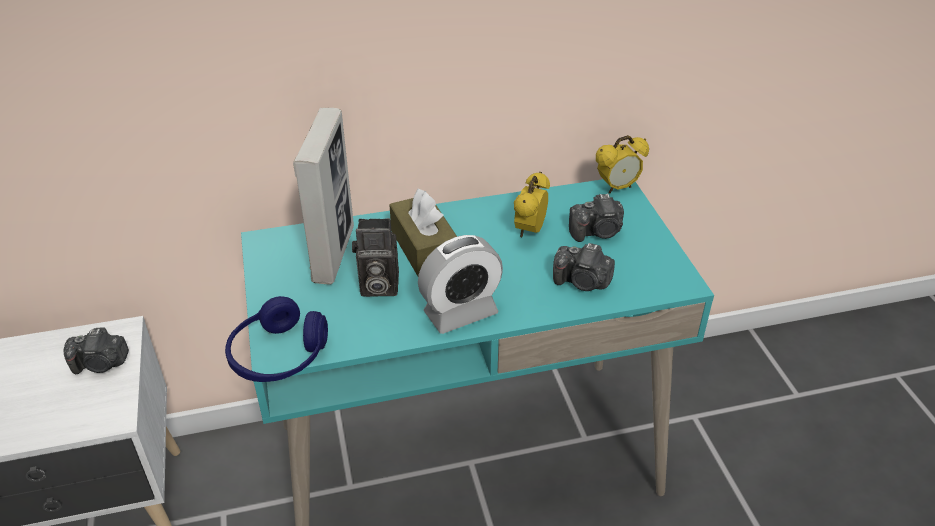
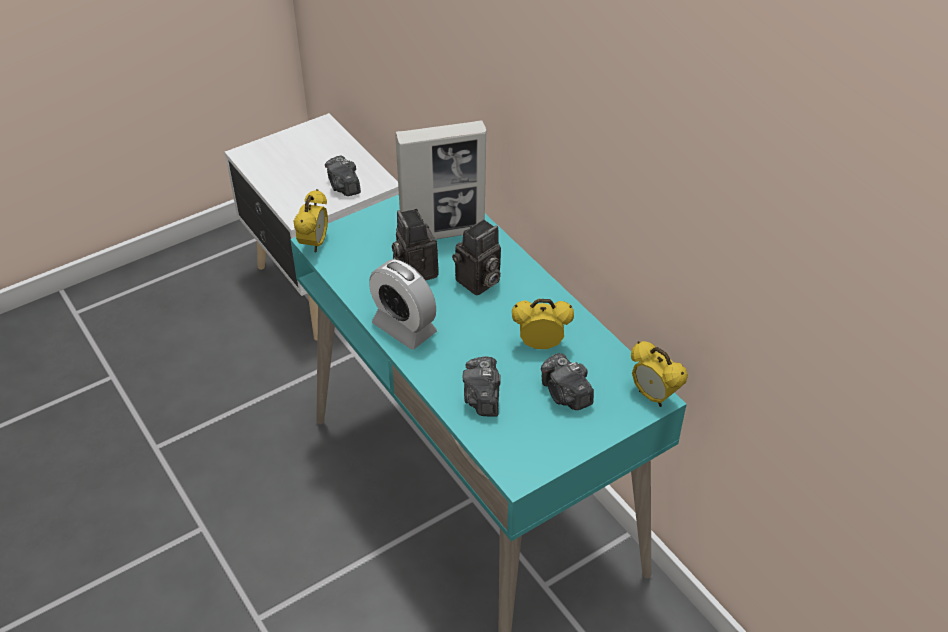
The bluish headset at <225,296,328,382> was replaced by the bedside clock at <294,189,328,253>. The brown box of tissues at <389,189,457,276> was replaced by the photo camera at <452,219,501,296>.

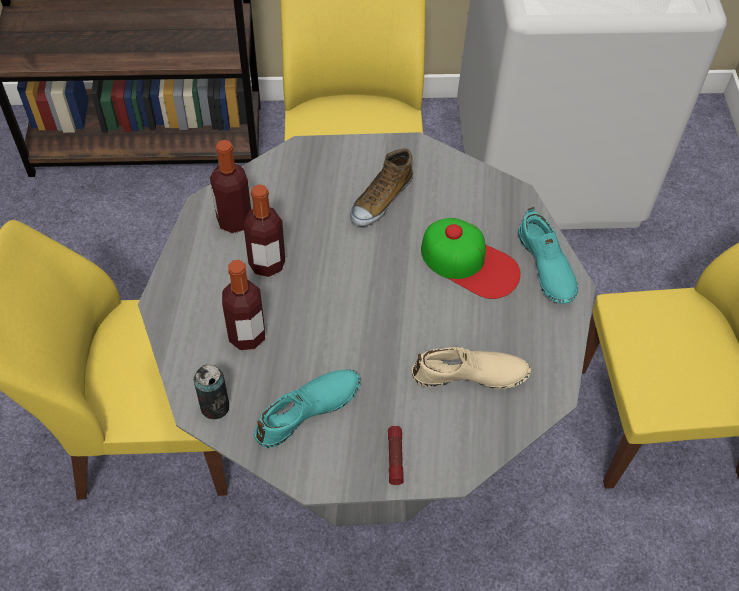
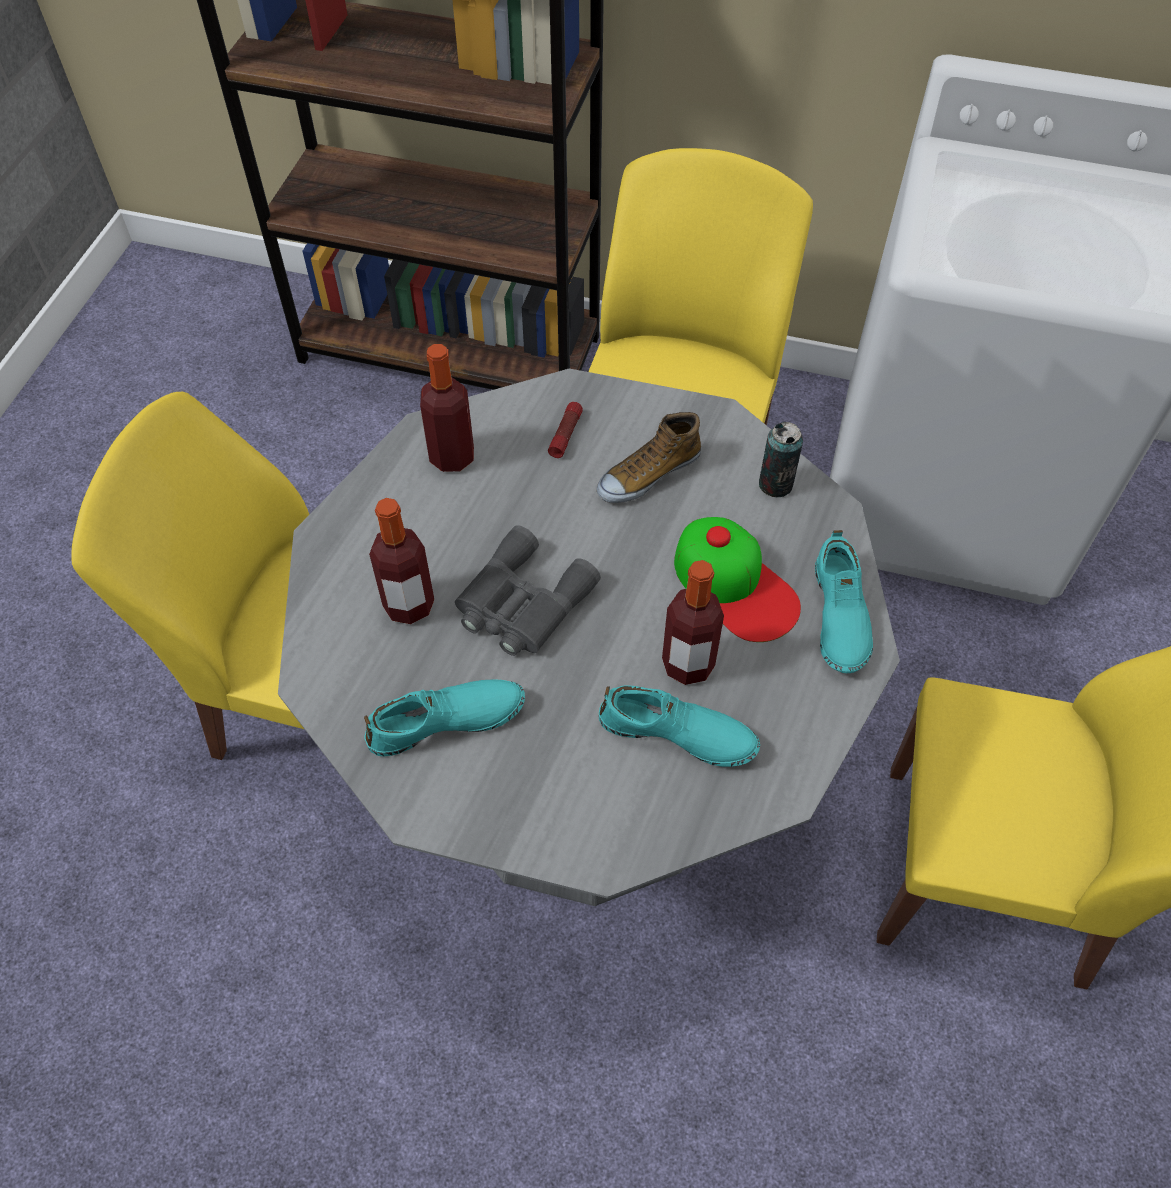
The grey binoculars at <455,525,601,656> appeared. The torch moved from <388,426,404,485> to <548,402,583,458>. The beige shoe at <412,347,531,389> became the turquoise-coloured shoe at <599,685,760,767>. The beverage bottle moved from <243,184,285,277> to <662,560,724,685>. The can moved from <194,364,229,419> to <759,422,803,497>.

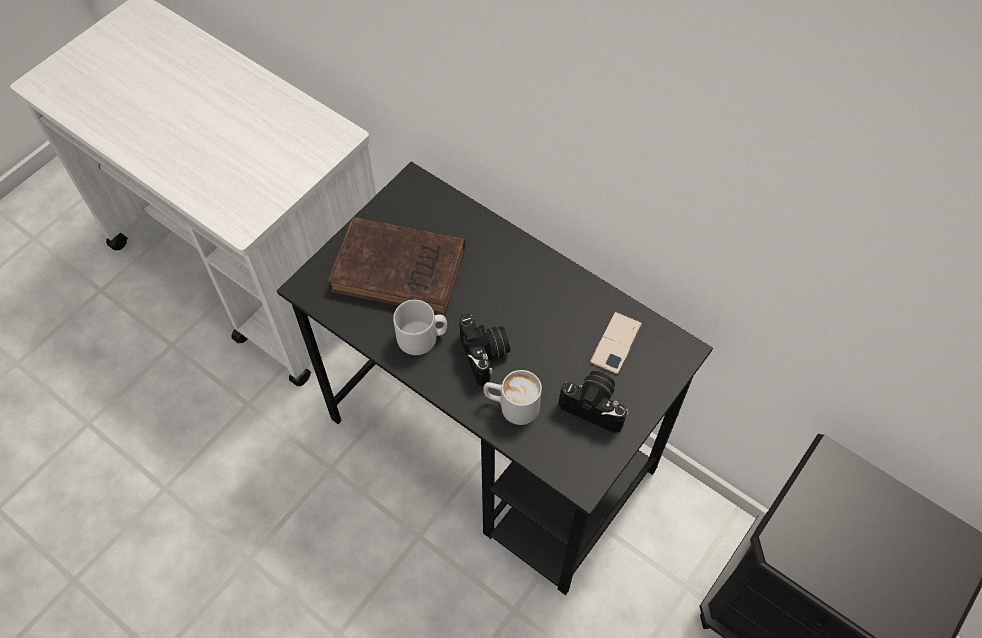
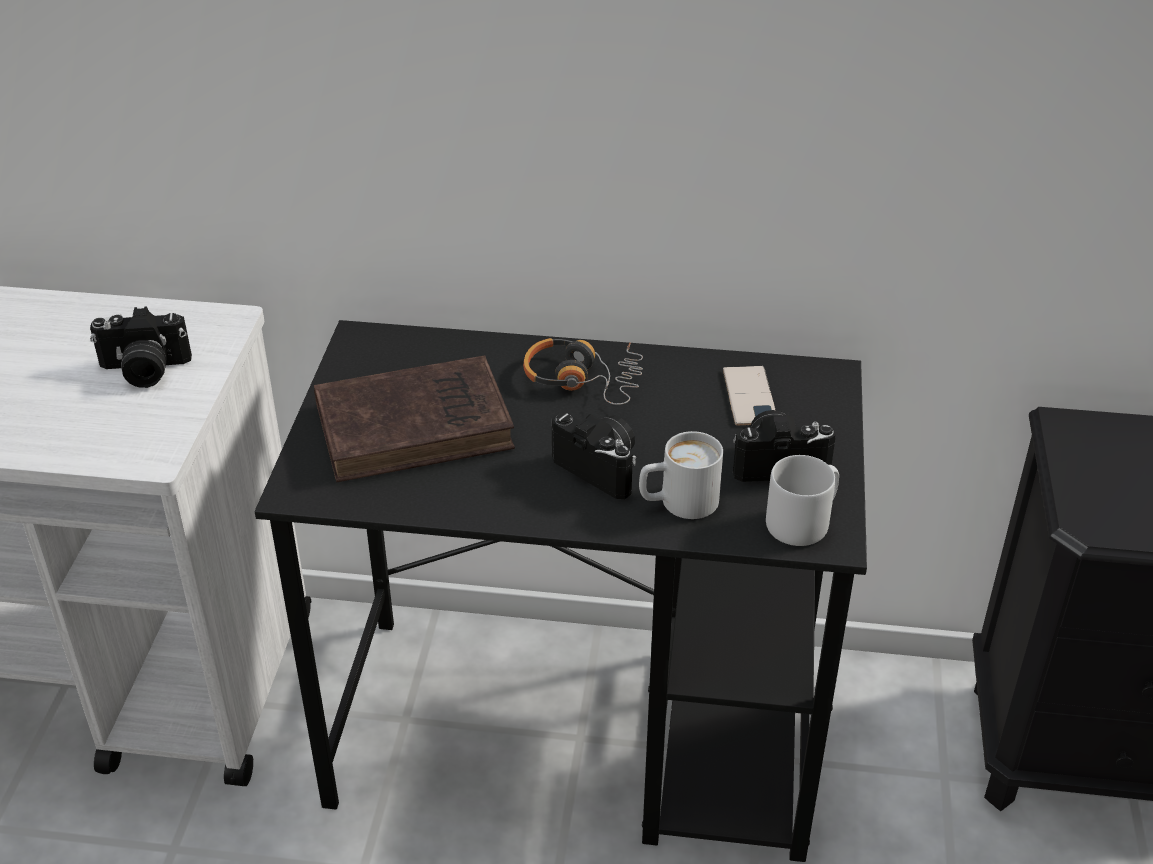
The photo camera at <90,307,192,388> appeared. The headset at <523,338,643,405> appeared. The grey coffee mug moved from <393,300,447,355> to <766,455,839,546>.

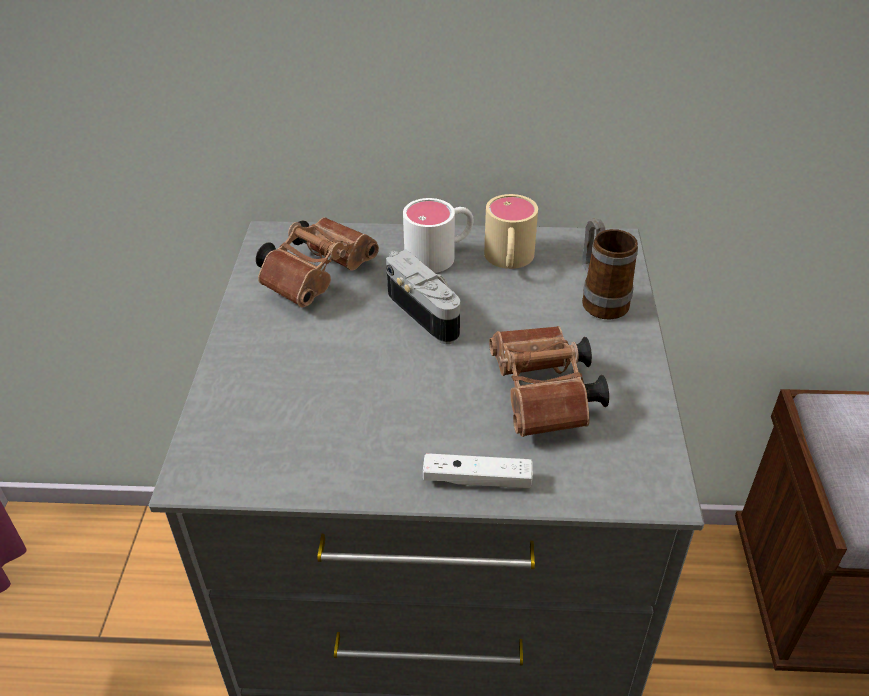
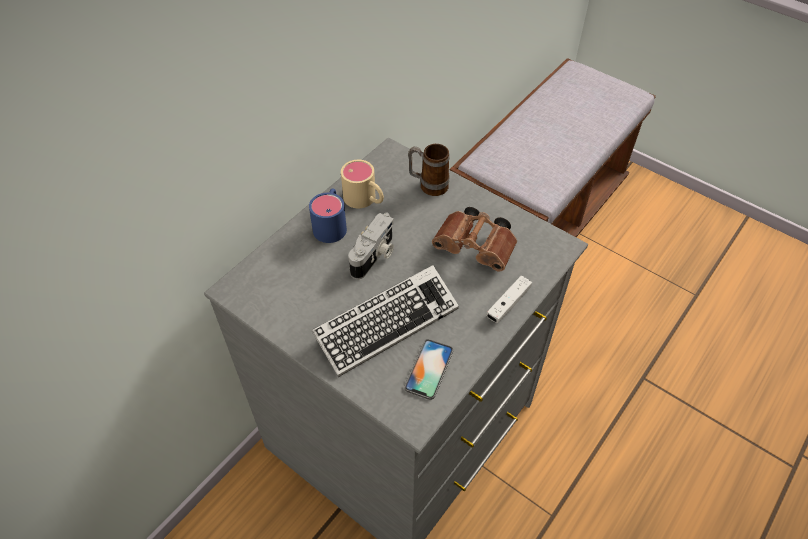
The white-coloured coffee mug at <403,198,474,273> became the bluish coffee mug at <309,188,347,243>. The PC keyboard at <312,265,459,377> appeared. The photo camera at <386,249,460,344> turned 120 degrees clockwise. The phone at <404,339,453,400> appeared. The brown binoculars at <256,217,379,308> disappeared.

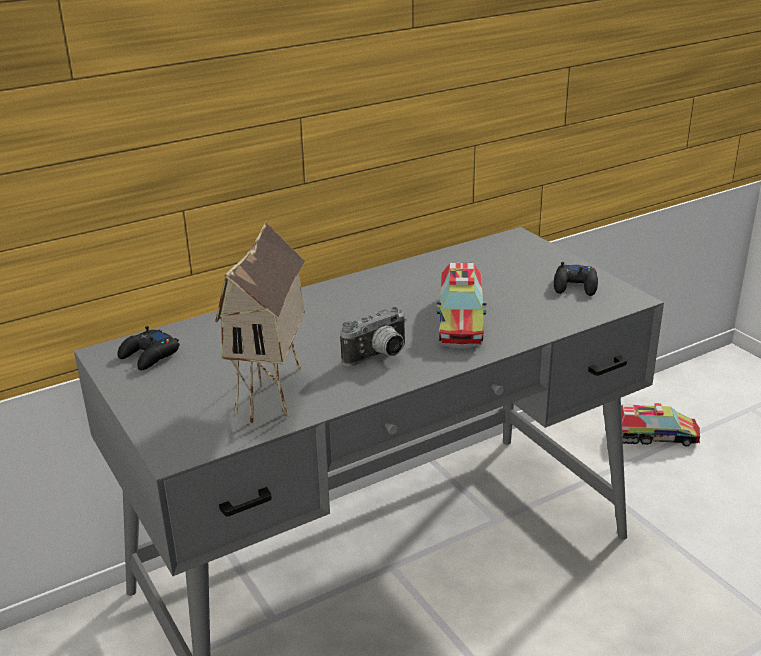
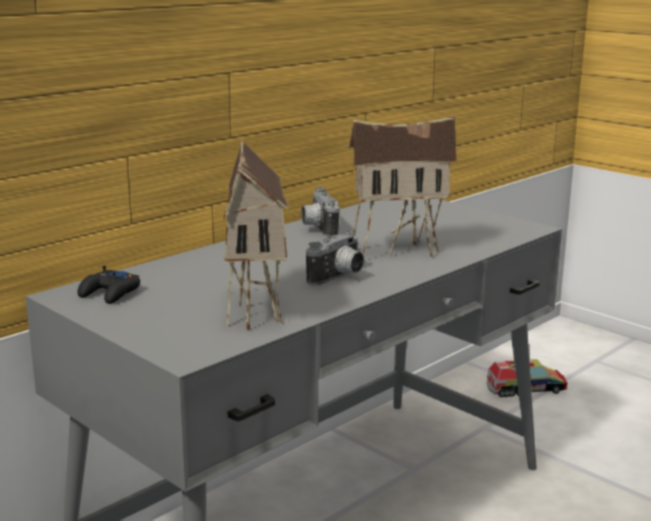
The photo camera at <301,187,340,237> appeared. The model truck at <437,263,487,348> was replaced by the miniature house at <349,116,457,257>. The blackish game controller at <554,262,598,296> disappeared.

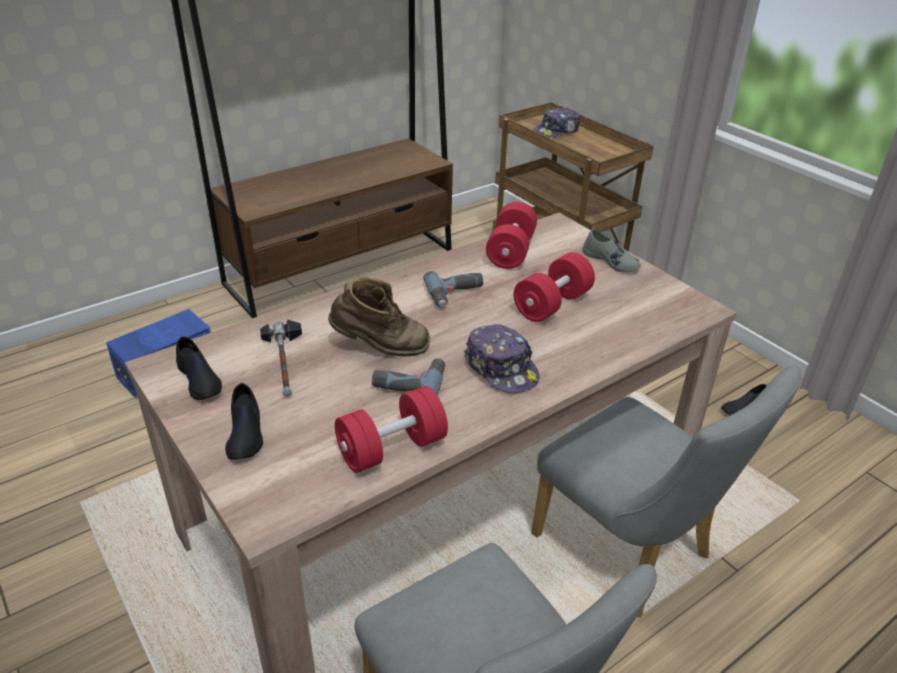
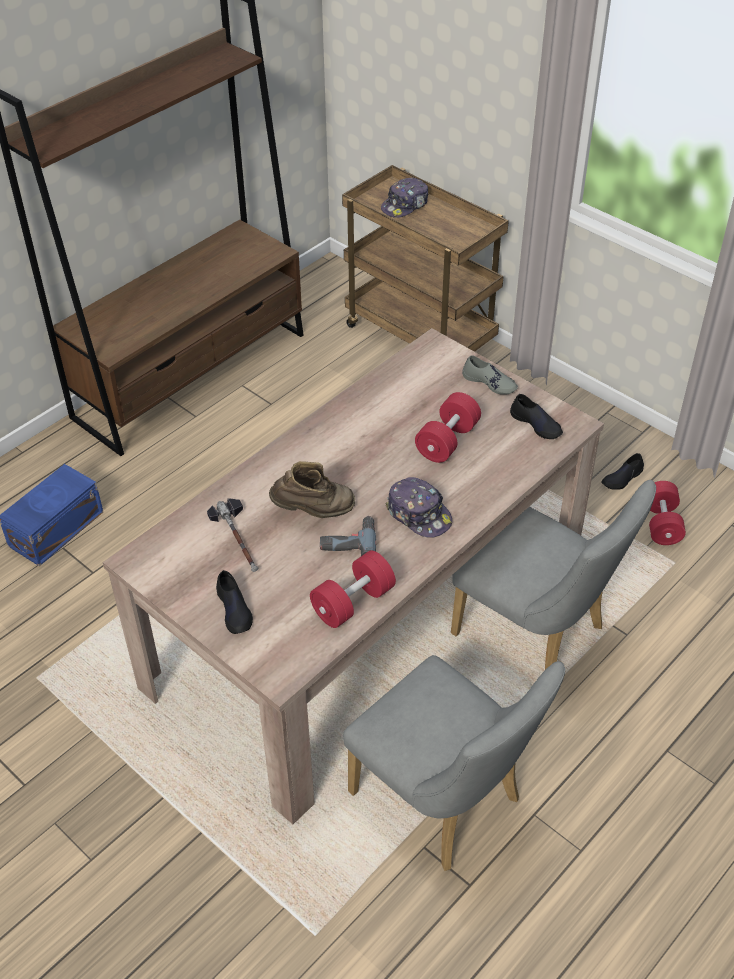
The blackish shoe moved from <176,336,222,400> to <510,394,563,439>. The red-coloured free weight moved from <486,202,537,269> to <649,481,686,545>. The electric drill at <423,271,483,307> disappeared.

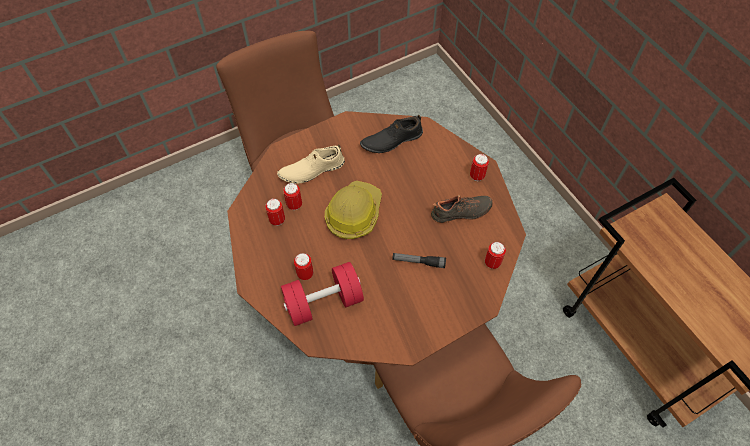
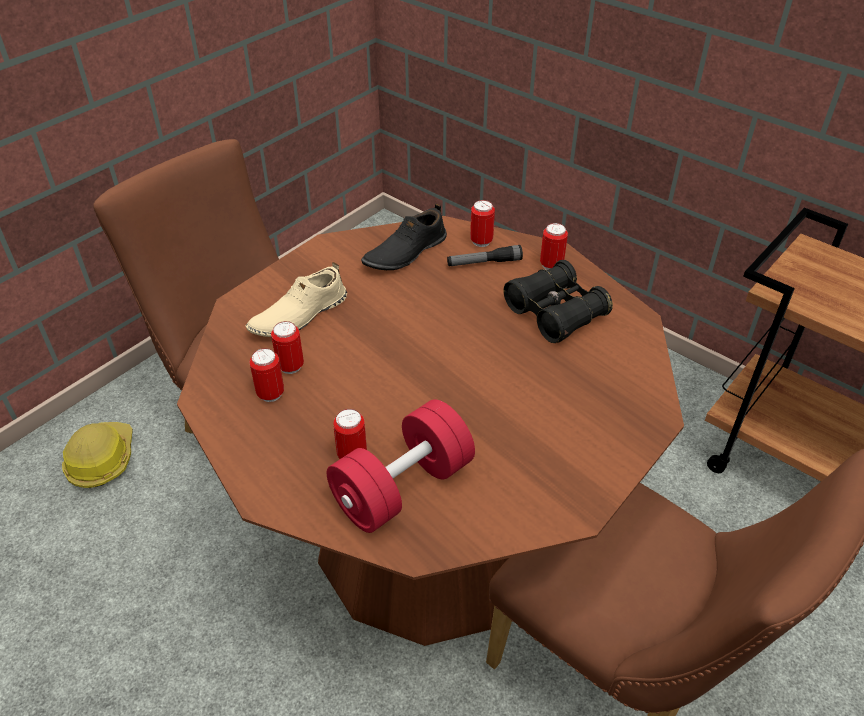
The work helmet moved from <325,181,382,239> to <62,422,133,488>. The torch moved from <392,253,446,268> to <447,245,523,266>. The can moved from <485,242,506,269> to <470,200,495,247>. The blackish shoe at <431,195,493,223> was replaced by the blackish binoculars at <503,260,613,343>.

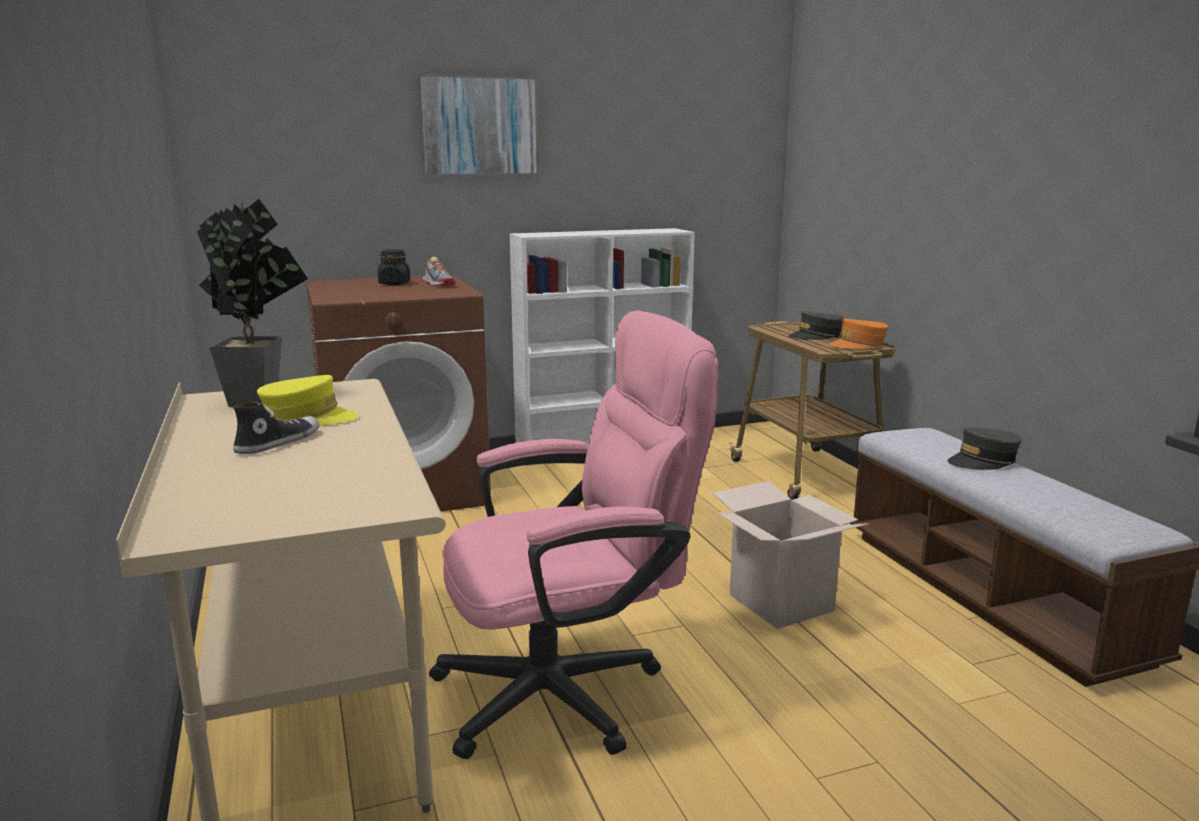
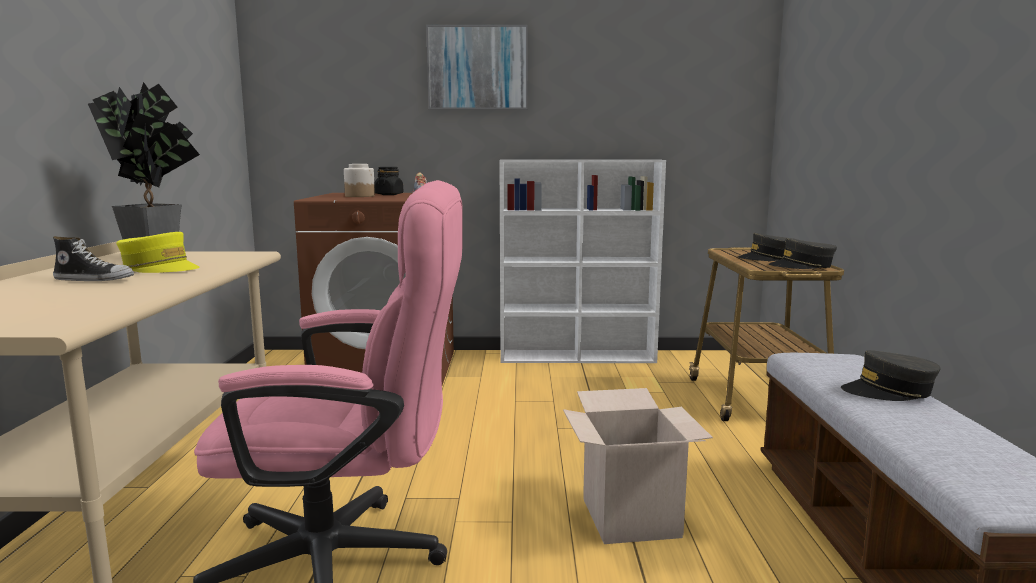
The shoe at <233,401,320,454> turned 45 degrees clockwise. The jar at <344,164,375,197> appeared. The orange-coloured cap at <829,318,888,349> became the grey cap at <769,238,837,269>.

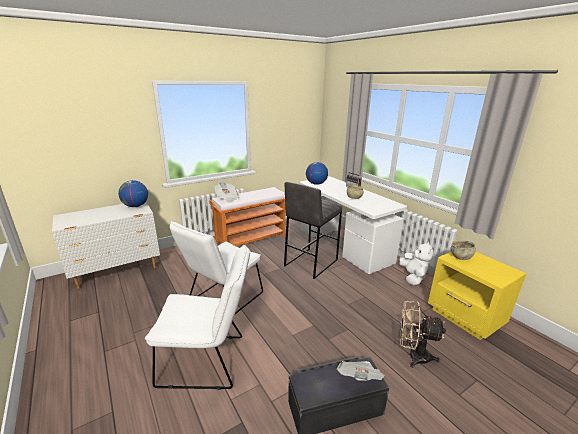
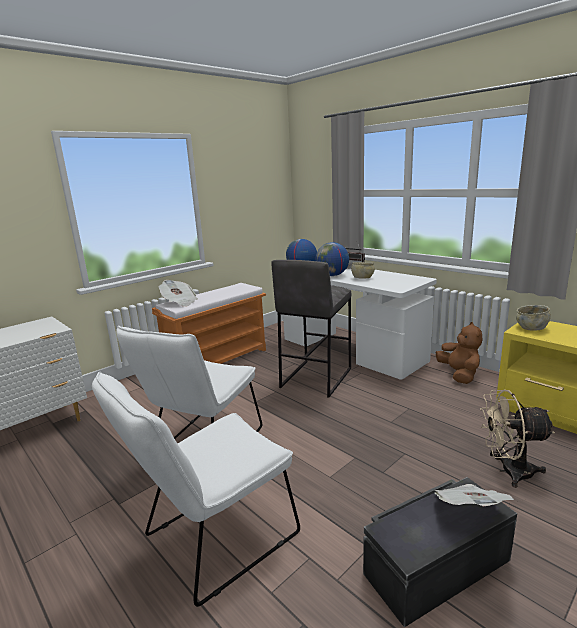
The white-coloured upright chair at <145,245,250,390> turned 150 degrees clockwise. The desk globe moved from <118,180,148,207> to <316,242,349,276>. The white-coloured soft toy at <399,241,433,286> became the brown soft toy at <436,322,482,384>.

